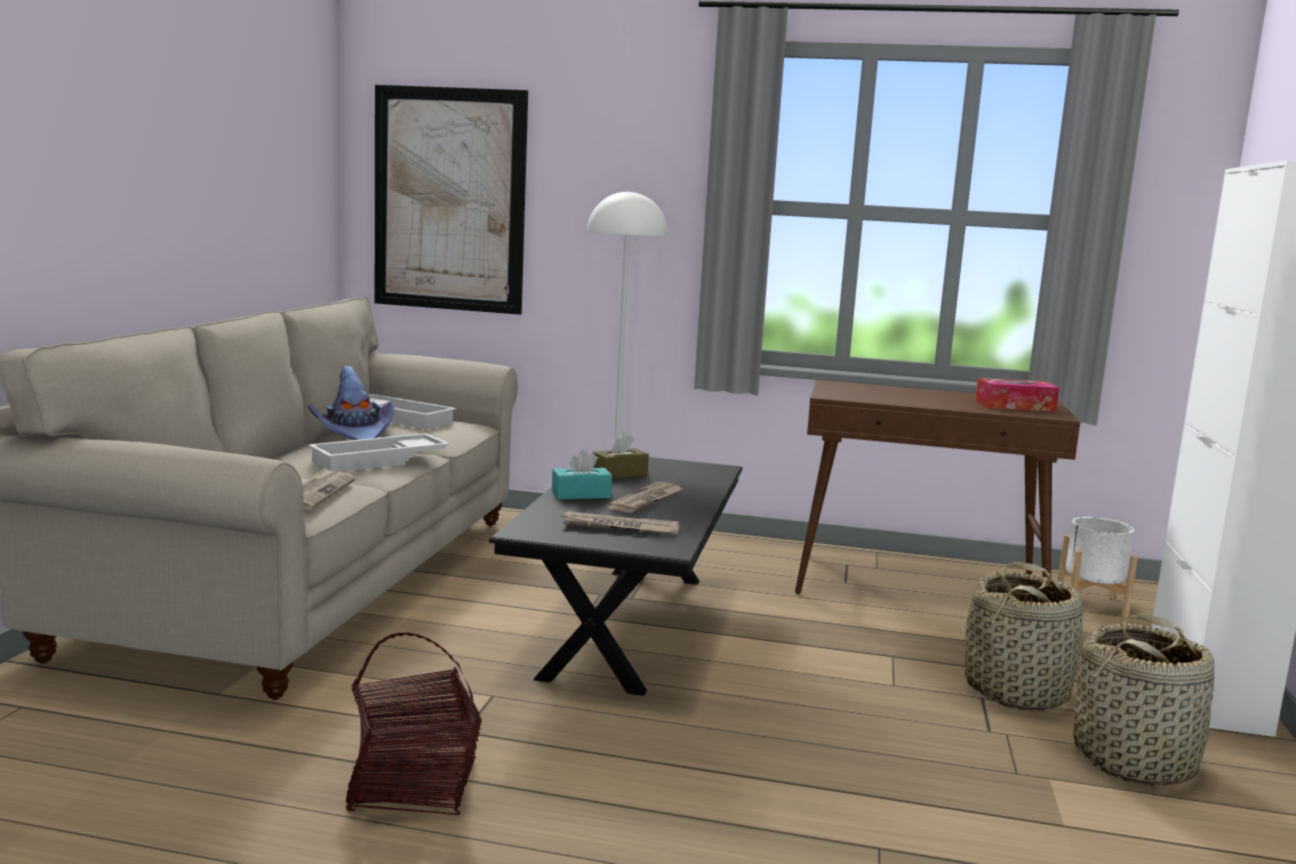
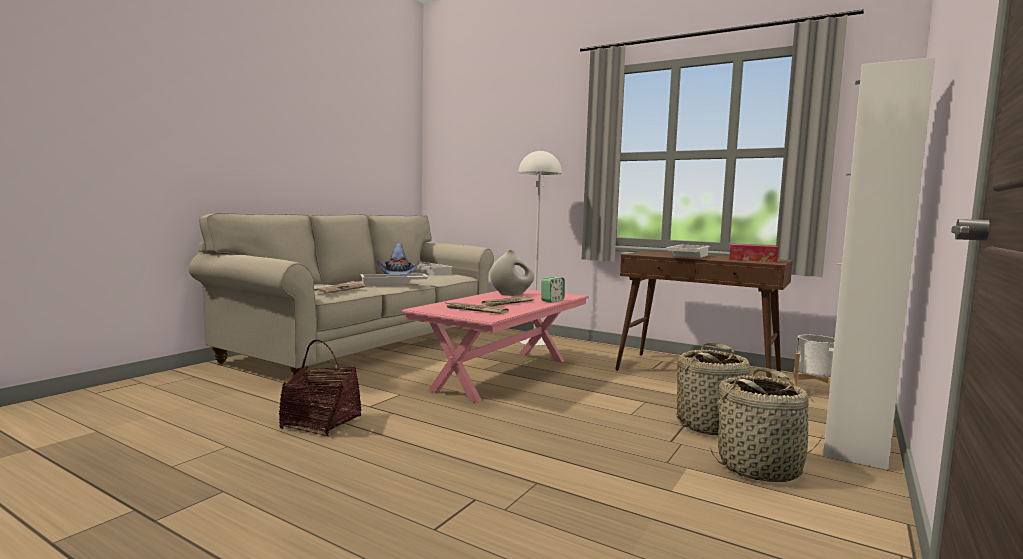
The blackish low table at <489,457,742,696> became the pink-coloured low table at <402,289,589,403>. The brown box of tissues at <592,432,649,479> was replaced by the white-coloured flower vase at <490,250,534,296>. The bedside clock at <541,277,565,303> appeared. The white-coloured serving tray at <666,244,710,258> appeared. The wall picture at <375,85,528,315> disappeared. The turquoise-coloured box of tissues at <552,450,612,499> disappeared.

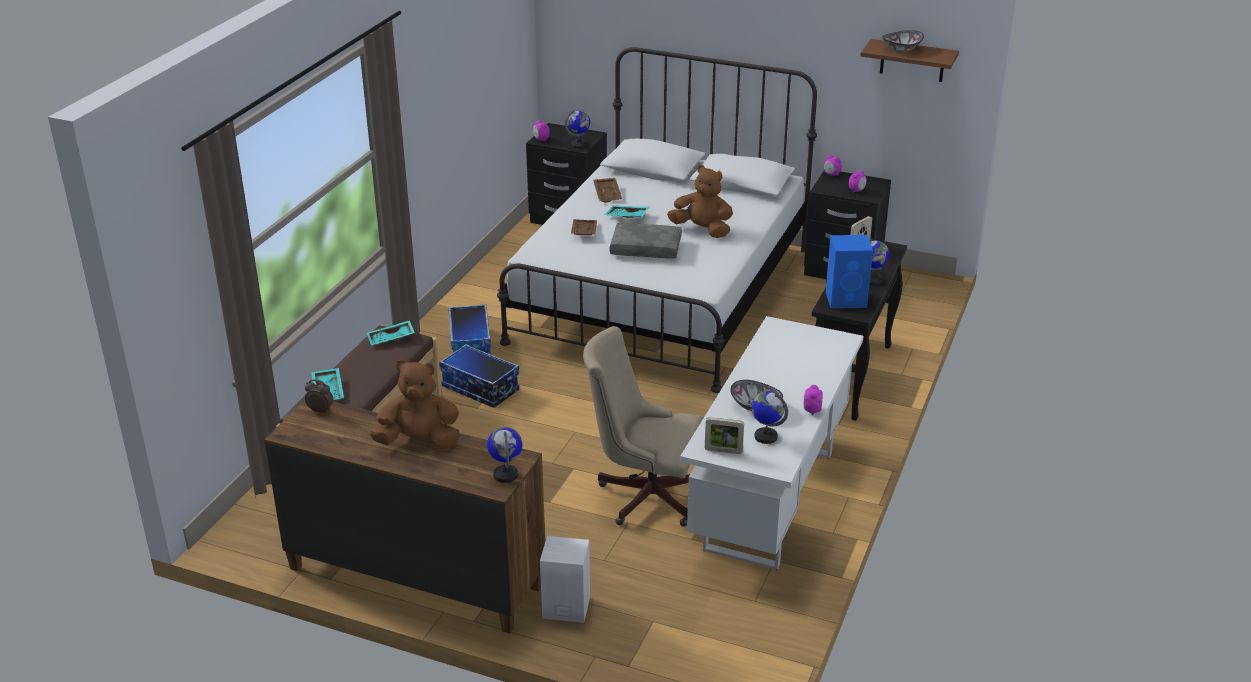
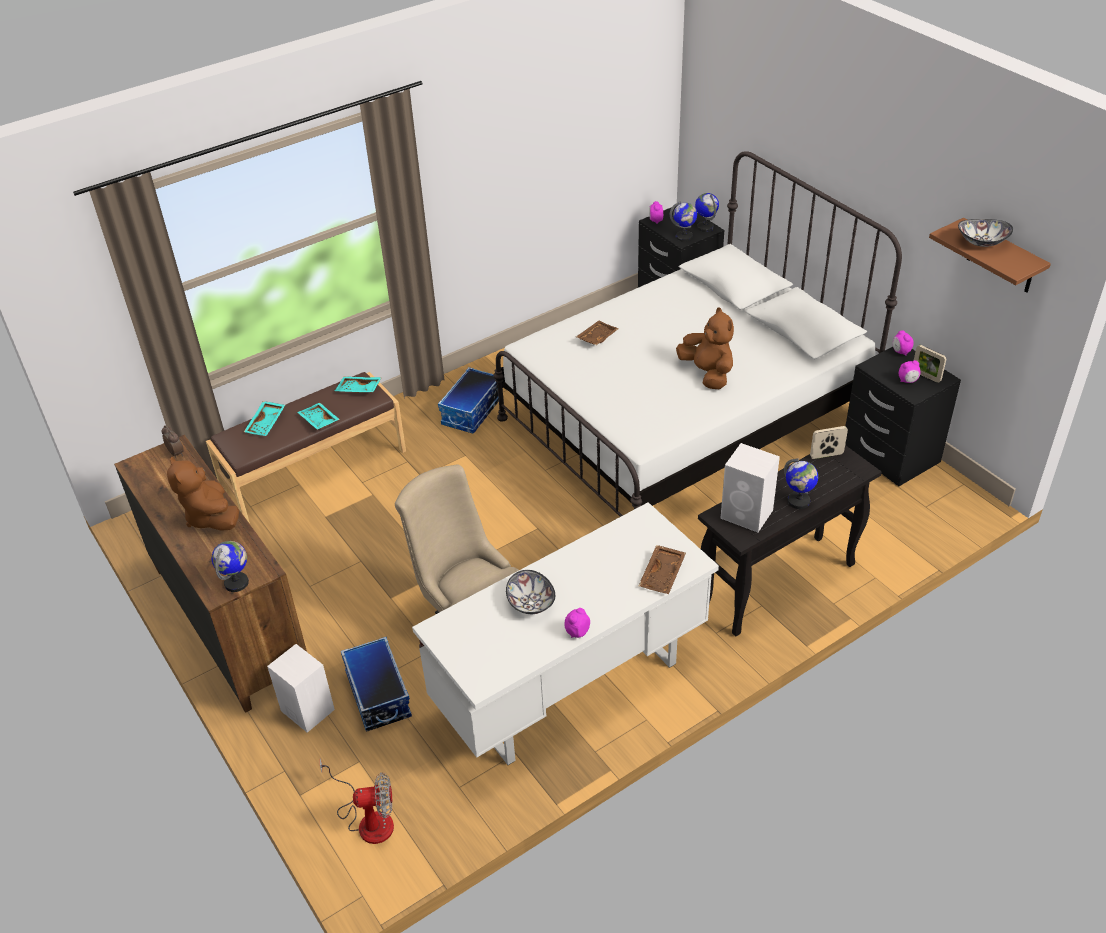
The brown soft toy at <370,360,460,450> turned 150 degrees counterclockwise. The turquoise-coloured serving tray moved from <605,205,649,218> to <298,403,340,430>. The electric fan at <320,759,394,844> appeared. The storage bin moved from <439,344,519,408> to <341,637,412,732>. The brown serving tray moved from <593,178,622,203> to <639,545,686,594>. The desk globe moved from <751,391,788,444> to <695,193,719,232>. The bluish loudspeaker at <826,235,873,308> became the white-coloured loudspeaker at <720,443,780,533>. The picture frame moved from <705,417,744,454> to <914,345,947,383>. The grey cushion at <610,223,682,259> disappeared.

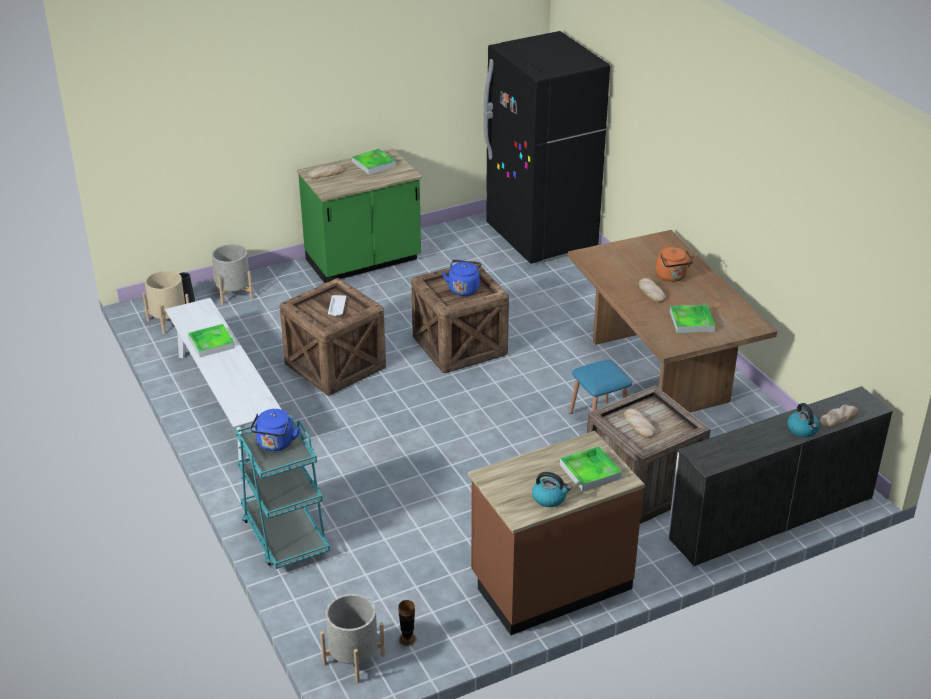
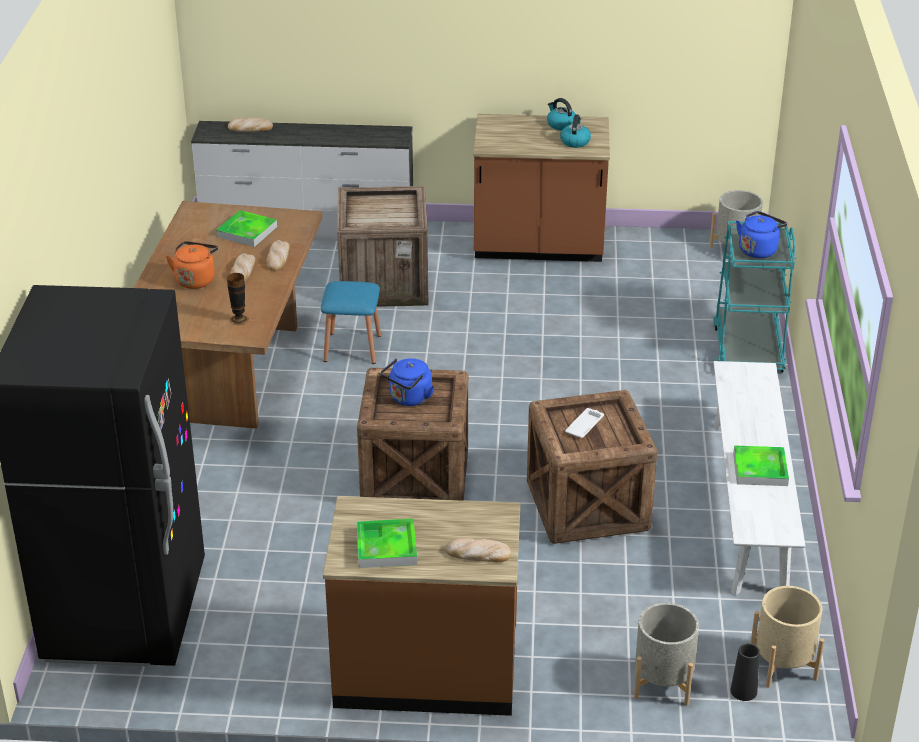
The flower vase moved from <398,600,417,646> to <227,273,249,325>. The bakery bread moved from <624,409,656,438> to <266,240,290,271>. The greenish kitchen base unit at <297,148,422,283> became the brown kitchen base unit at <323,496,521,716>. The water kettle moved from <787,403,820,437> to <560,114,591,148>. The serving tray at <560,446,622,492> disappeared.

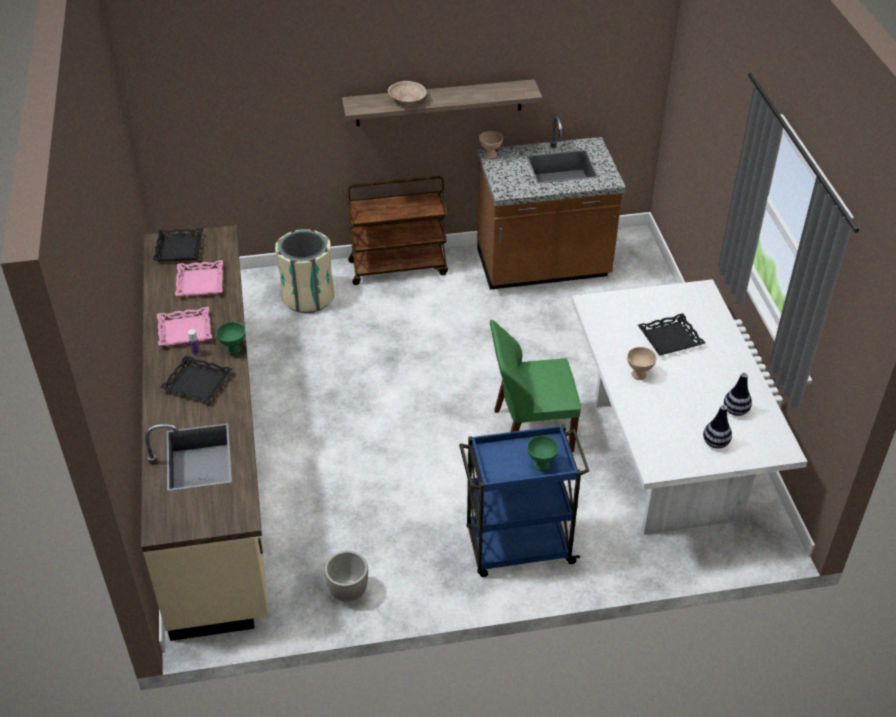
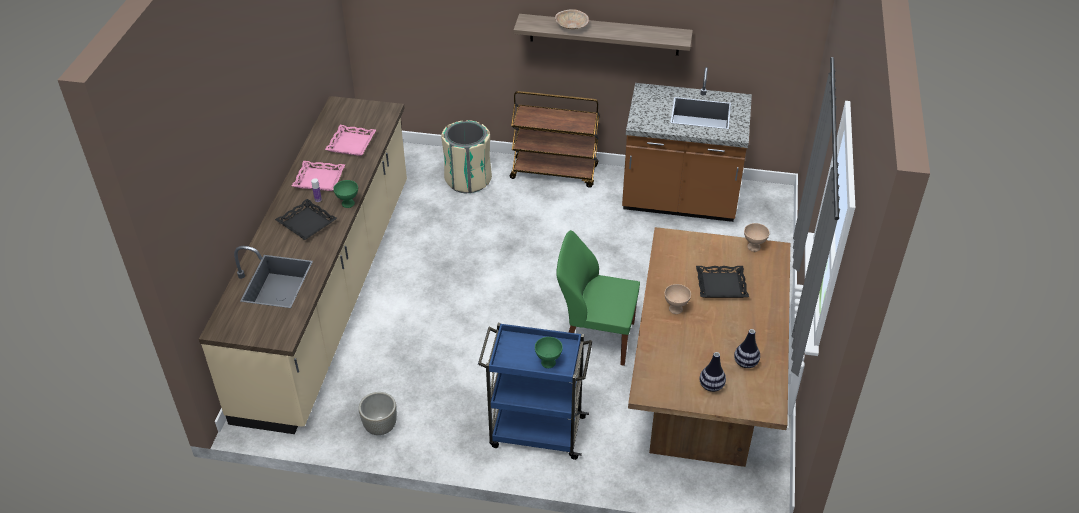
The white-coloured dinner table at <572,279,807,535> became the brown dinner table at <628,227,790,467>. The beige bowl moved from <479,131,503,159> to <744,223,770,252>. The blackish serving tray at <153,228,203,261> disappeared.

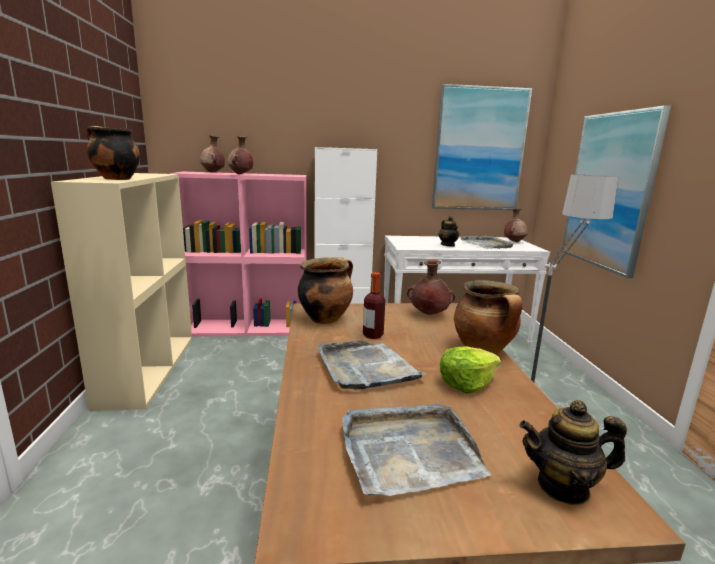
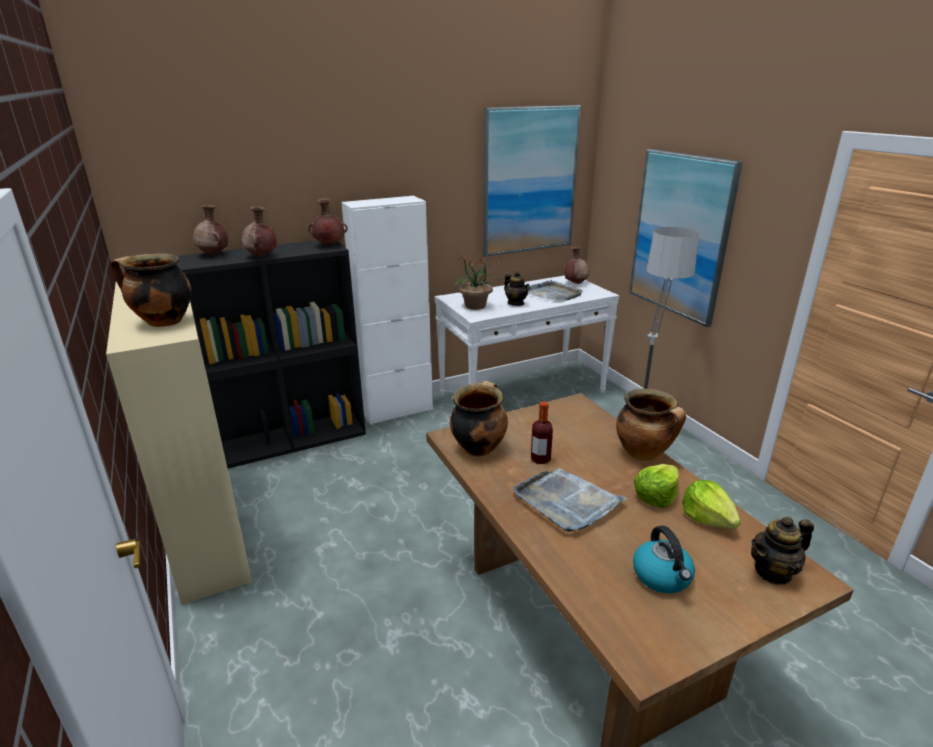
The pink-coloured bookshelf at <170,172,307,337> became the blackish bookshelf at <177,240,366,468>. The brown flower vase moved from <407,259,455,315> to <308,198,348,245>. The houseplant at <454,255,499,310> appeared. The grey serving tray at <342,404,491,496> was replaced by the water kettle at <633,526,695,594>. The lettuce head at <682,480,741,529> appeared.

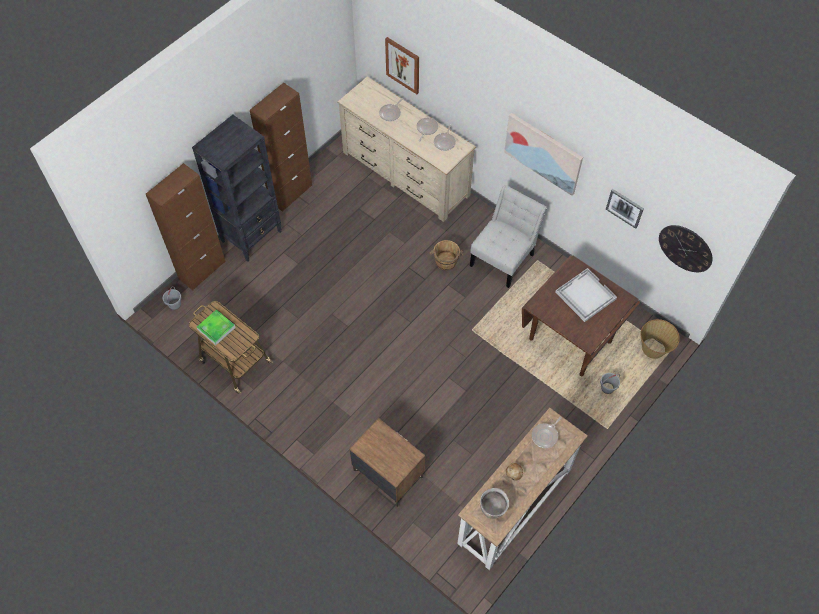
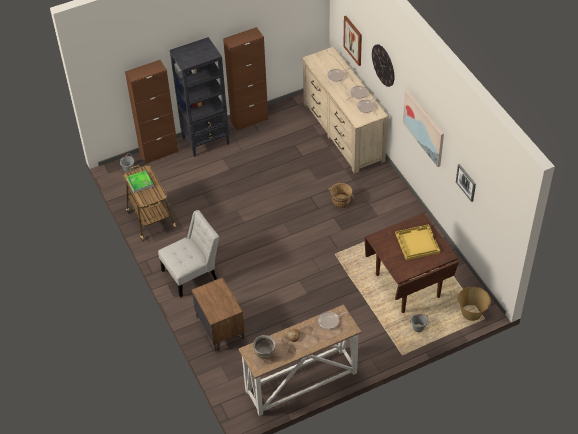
The white-coloured upright chair moved from <470,185,547,288> to <158,210,219,297>. The wall clock moved from <659,225,712,272> to <372,44,394,87>. The white-coloured serving tray at <555,268,617,322> became the yellow serving tray at <395,224,440,260>.

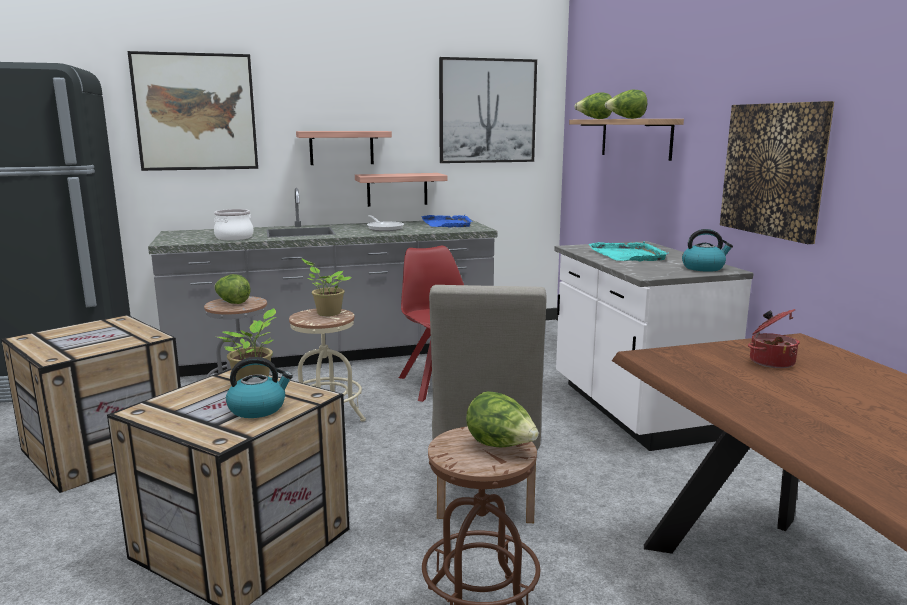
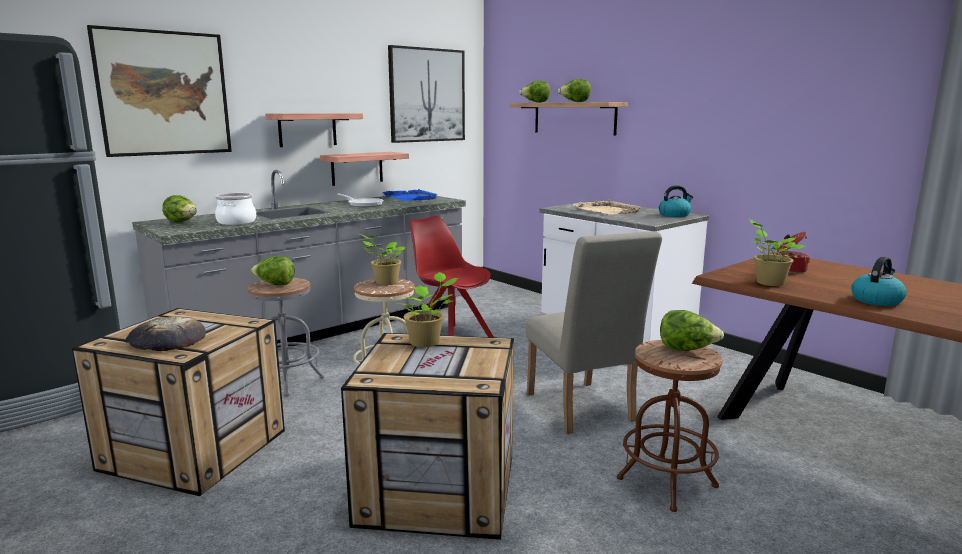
The bakery bread at <126,316,206,351> appeared. The lettuce head at <162,195,197,222> appeared. The turquoise-coloured serving tray at <588,242,669,261> became the beige serving tray at <573,200,642,215>. The houseplant at <748,219,805,286> appeared. The water kettle moved from <226,357,293,418> to <851,257,907,306>. The wall picture at <720,101,834,244> disappeared.

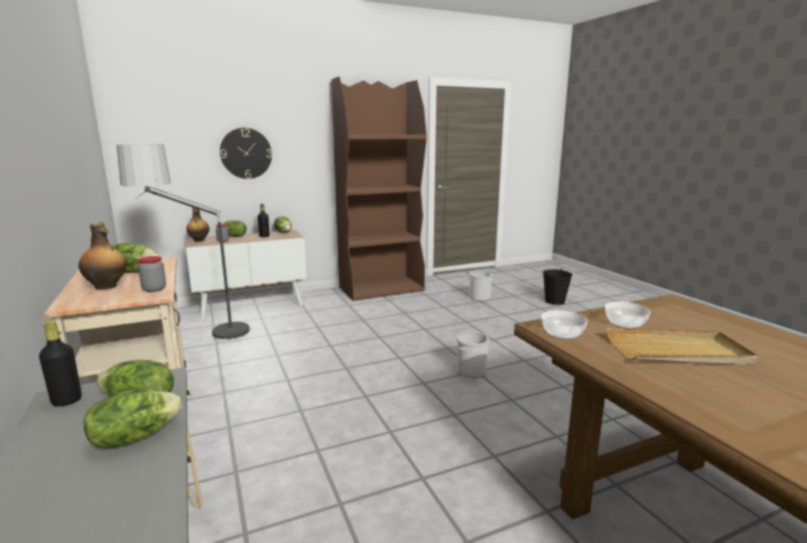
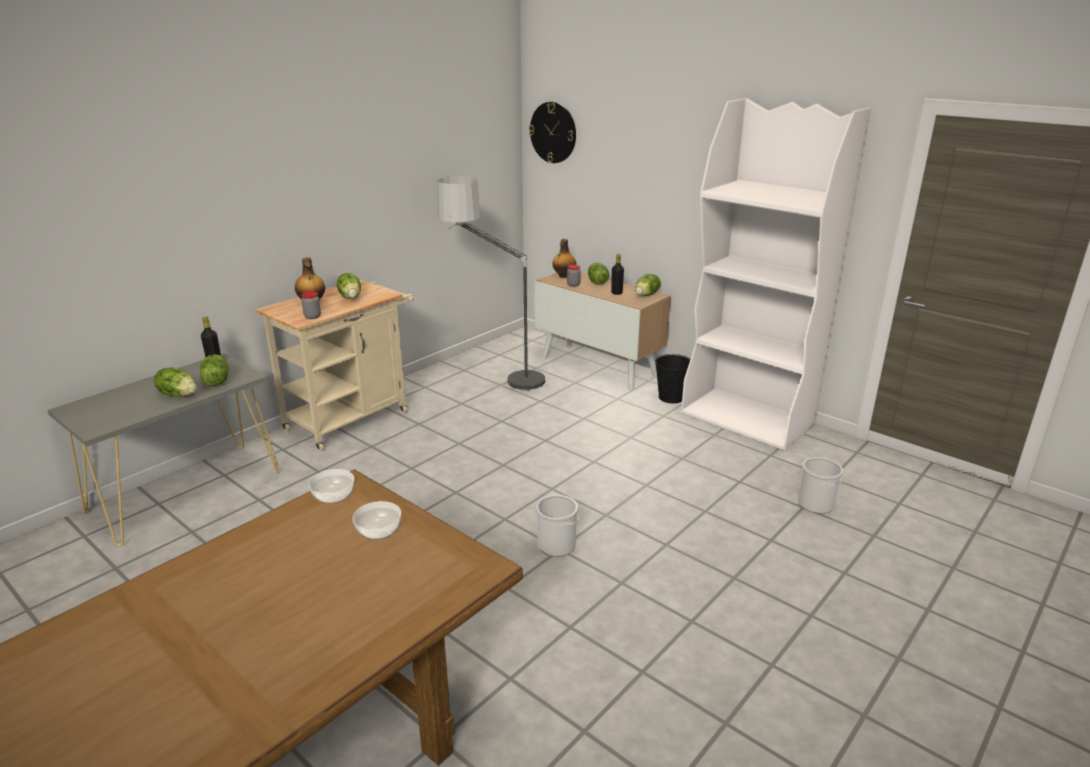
The wall clock moved from <220,128,272,179> to <529,102,576,163>. The blackish pail moved from <543,269,572,305> to <655,354,690,404>. The brown bookshelf at <331,76,427,301> became the white-coloured bookshelf at <681,98,871,451>. The beige serving tray at <606,328,758,365> disappeared.

